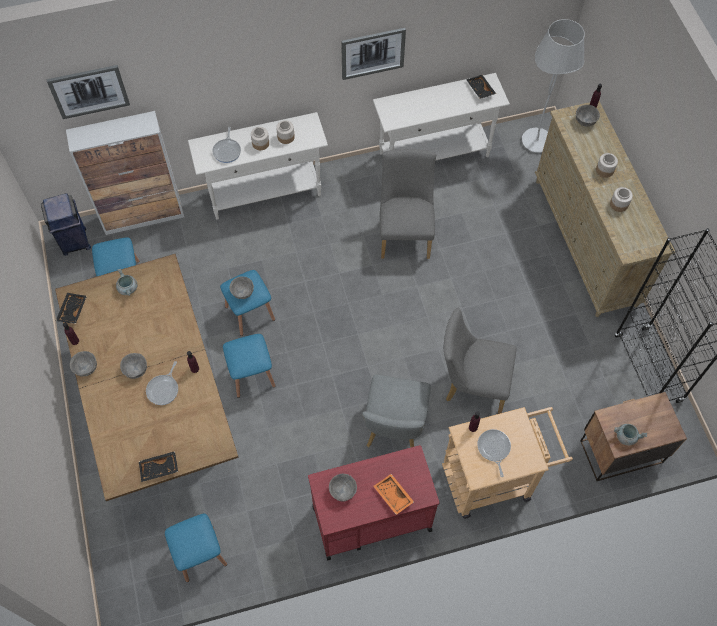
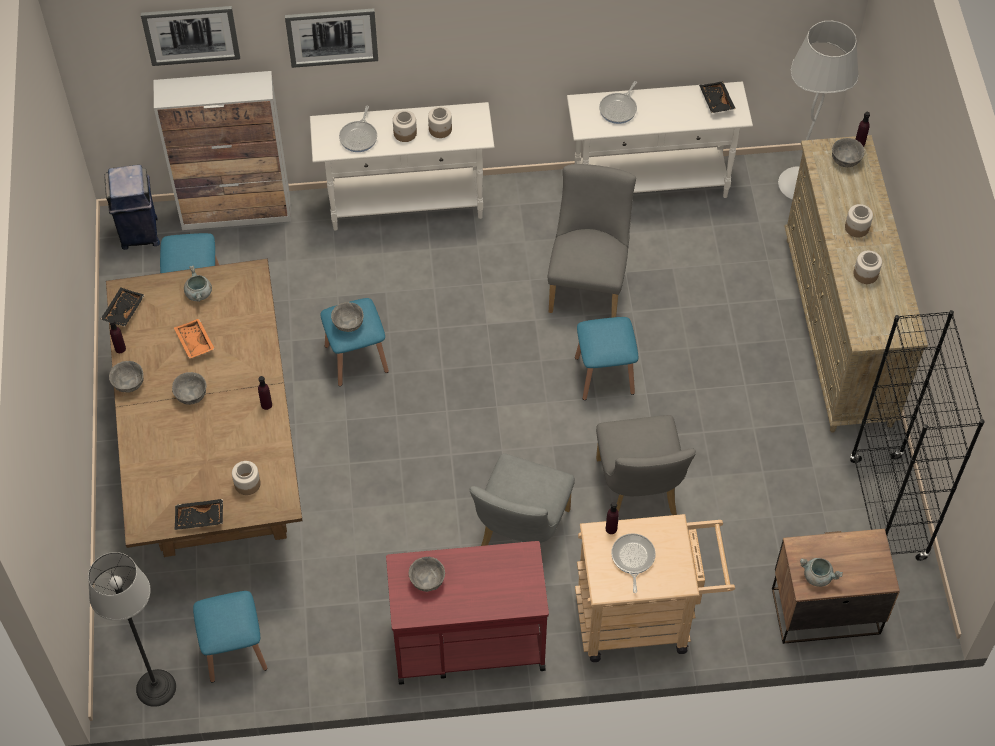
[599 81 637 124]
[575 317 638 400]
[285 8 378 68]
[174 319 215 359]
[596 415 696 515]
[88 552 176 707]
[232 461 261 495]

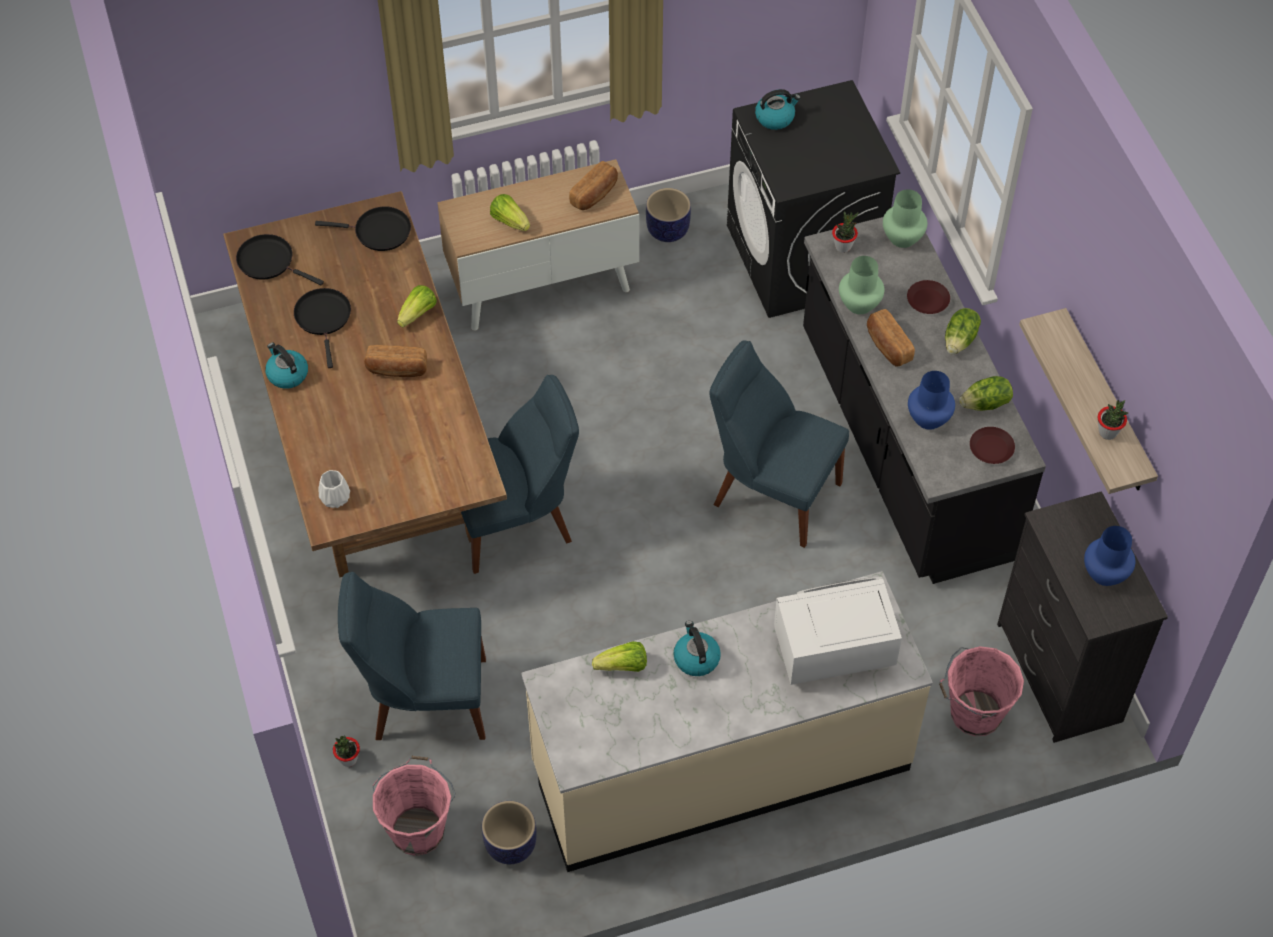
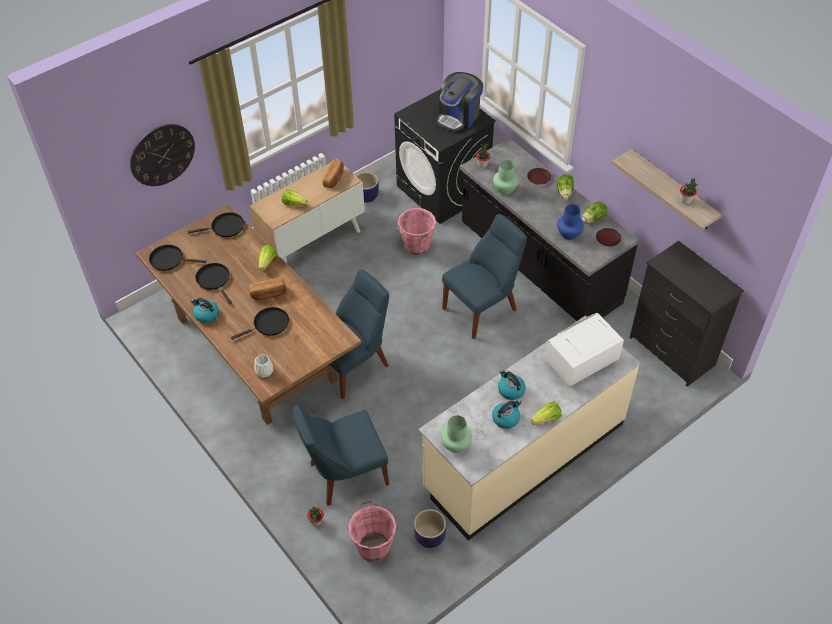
[531 402 561 425]
[442 214 527 339]
[492 400 521 429]
[867 309 915 367] (first image)
[441 415 472 453]
[396 208 436 256]
[1084 526 1135 586] (first image)
[130 124 195 186]
[231 307 289 340]
[437 72 483 132]

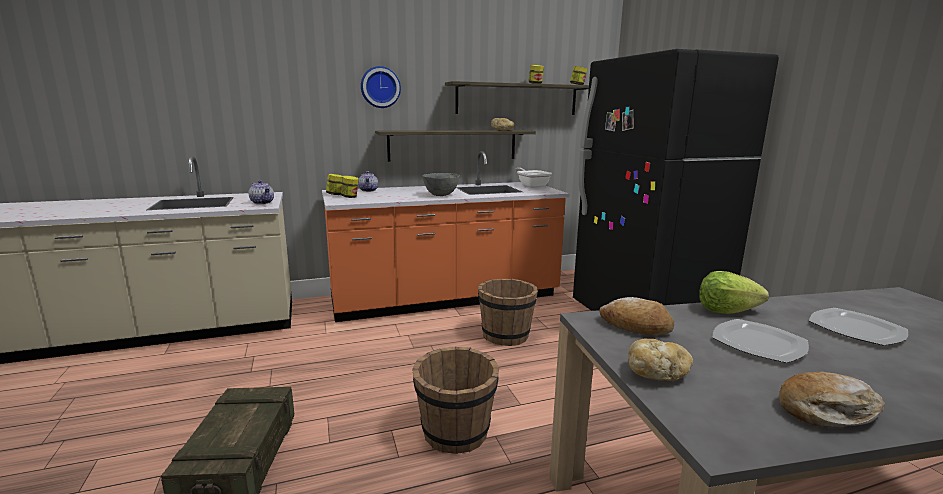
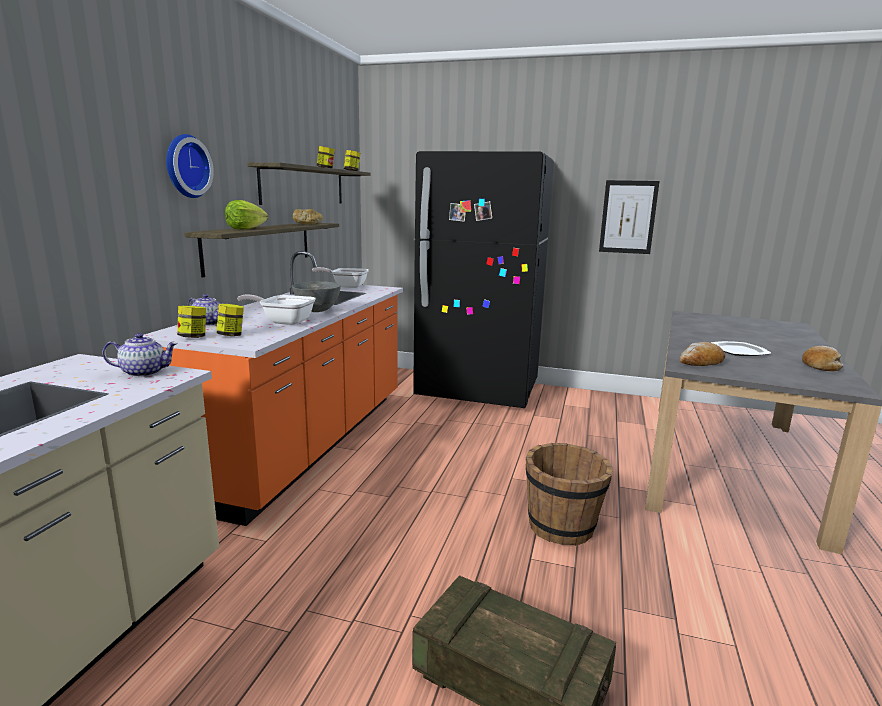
[478 279 538 346] (first image)
[628 339 693 381] (first image)
[225 200 268 230]
[809 308 908 346] (first image)
[237 294 316 325]
[599 180 660 254]

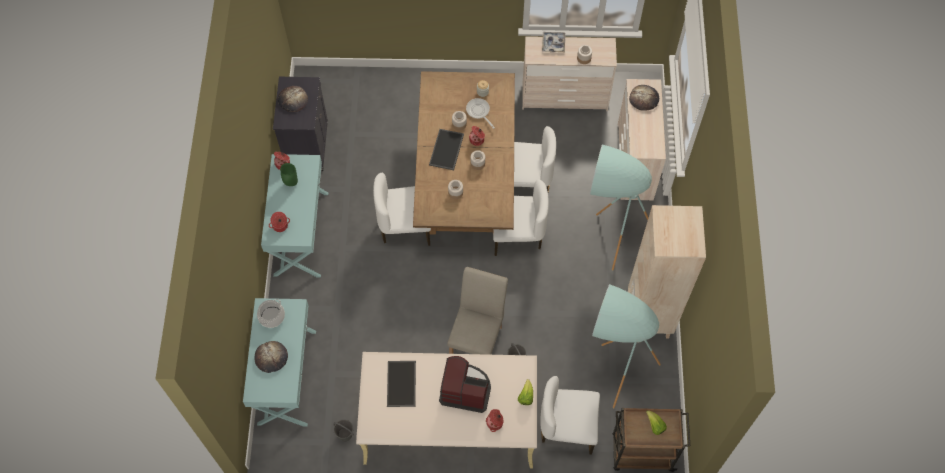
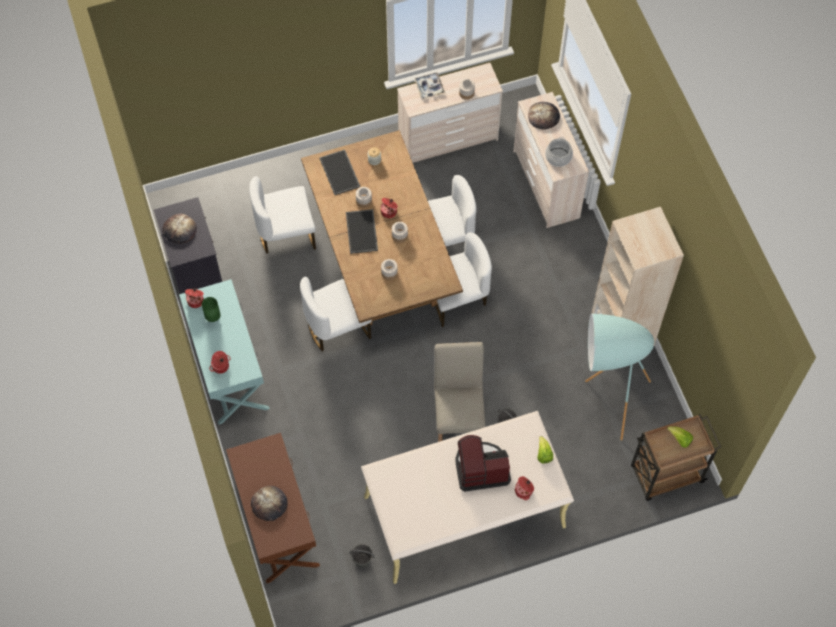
[226 433 320 583]
[545 137 573 167]
[319 150 360 195]
[466 98 495 129] (first image)
[249 176 316 253]
[590 144 652 271] (first image)

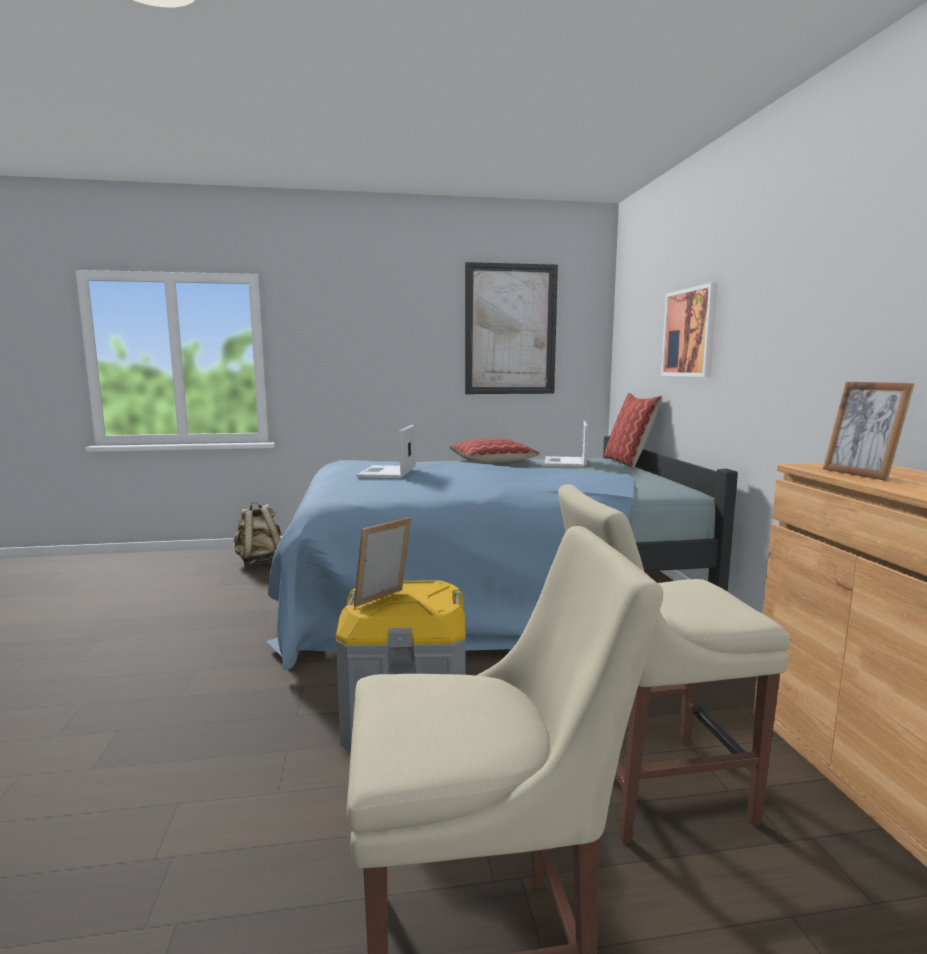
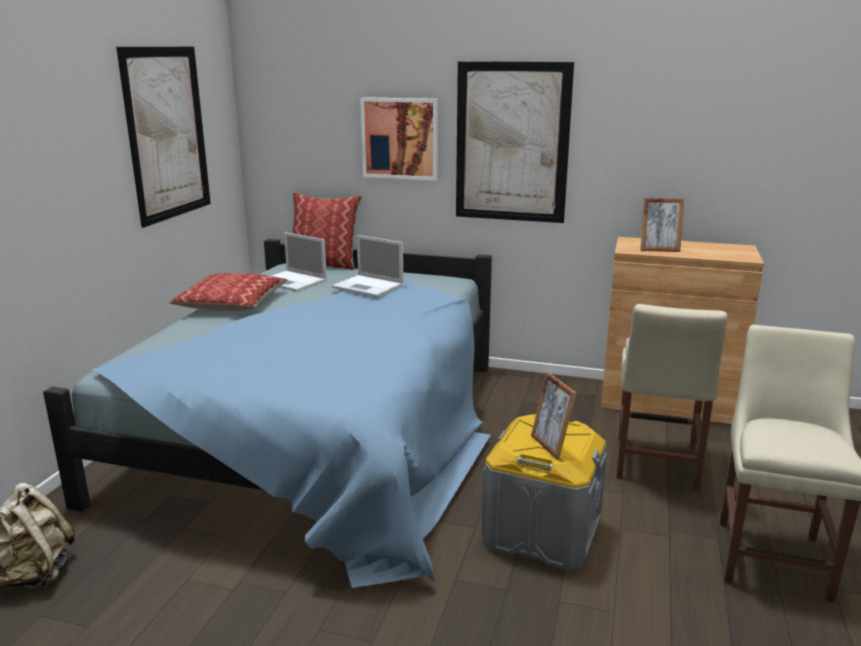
[332 235 403 297]
[456 61 574 223]

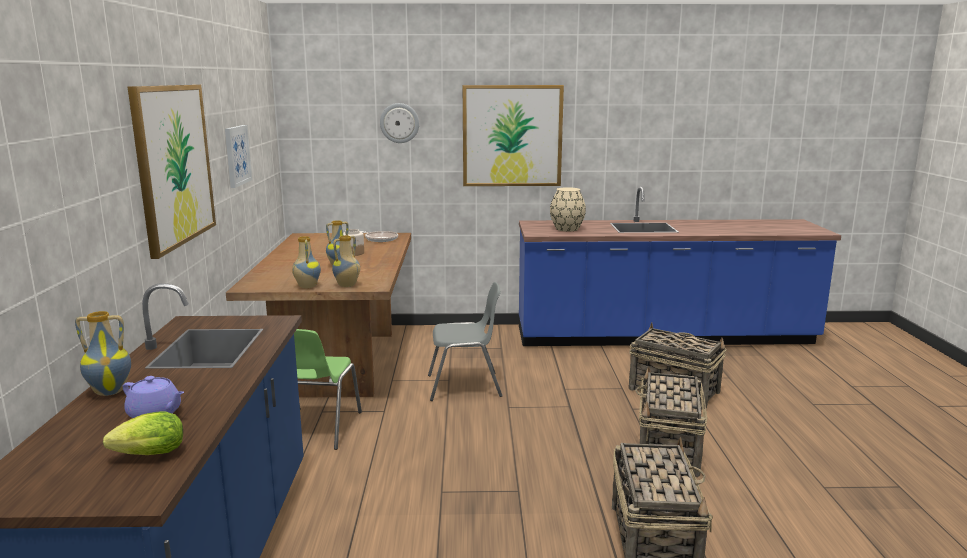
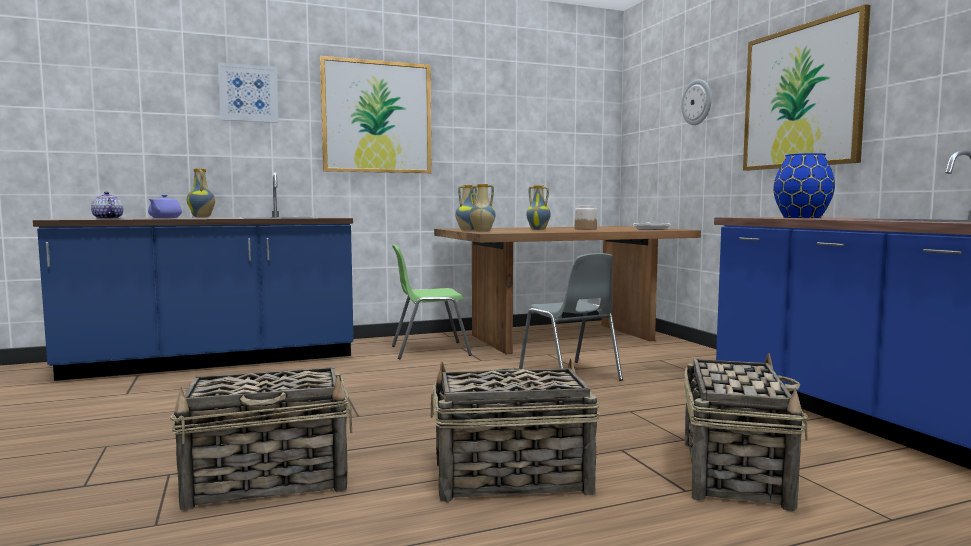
[91 191 123 219]
[218 63 279 123]
[773 153 835 218]

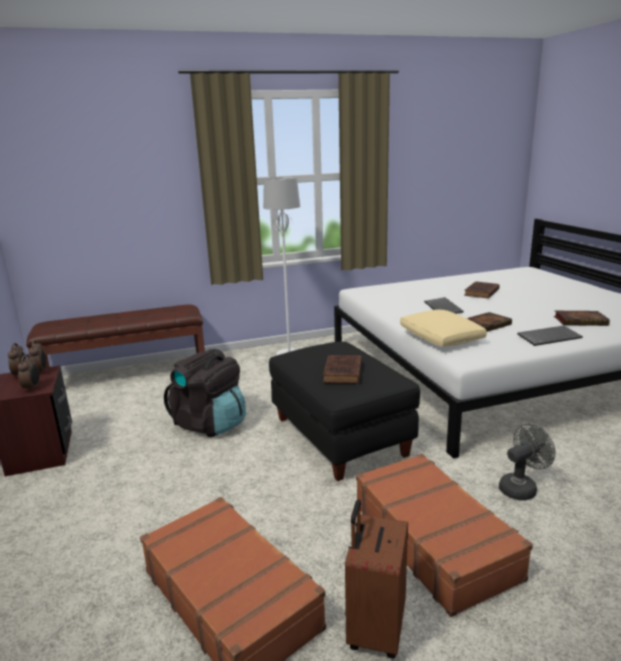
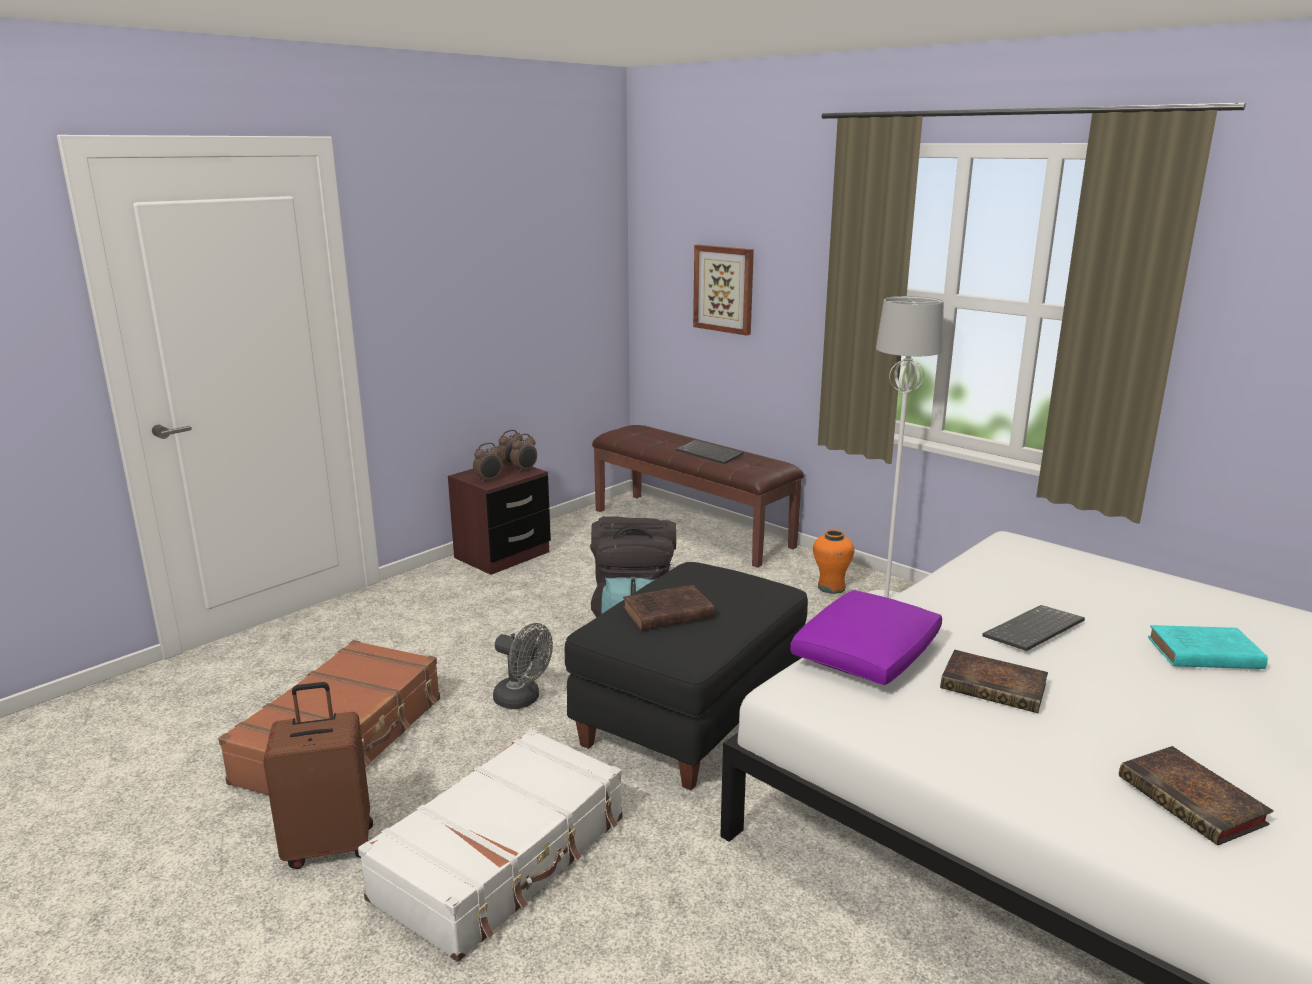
[358 729 622 962]
[790 590 942 685]
[1148 625 1268 669]
[493 623 553 709]
[676 439 744 464]
[693 245 754 336]
[813 530 854 594]

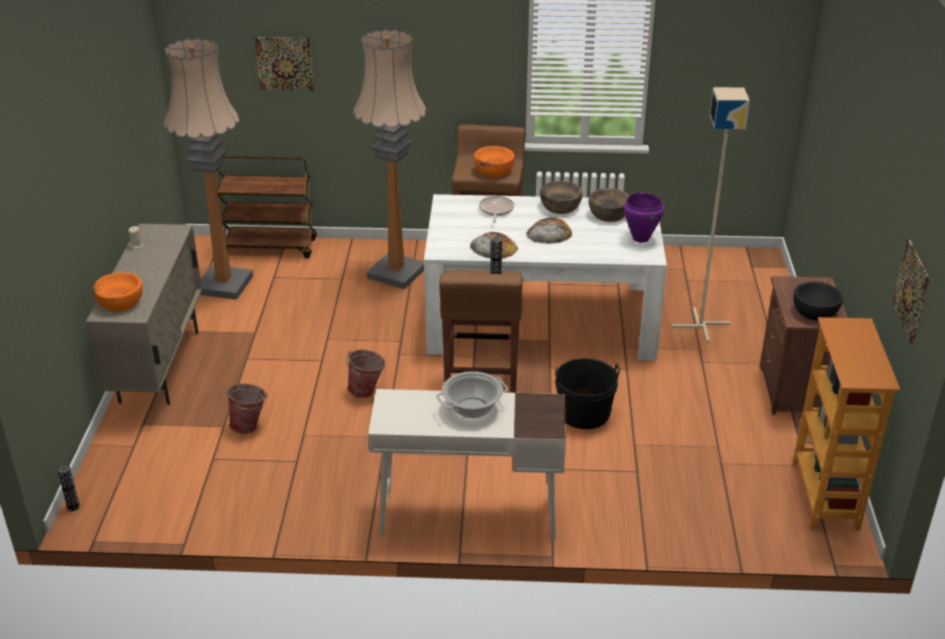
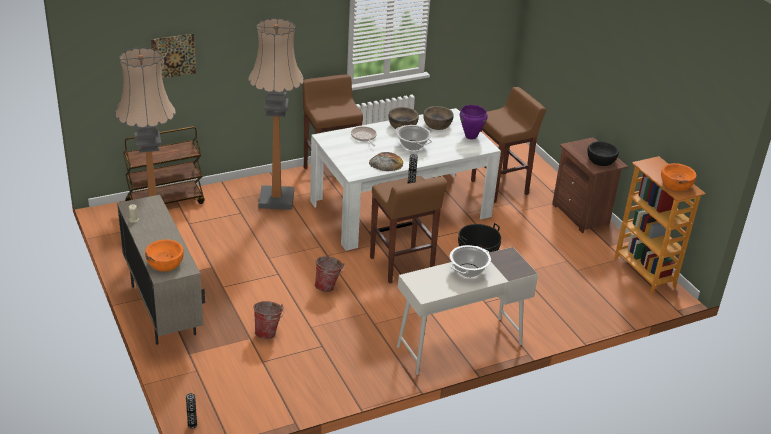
[661 163 697 191]
[395 125 432 150]
[471 87 546 203]
[893 238 930 344] (first image)

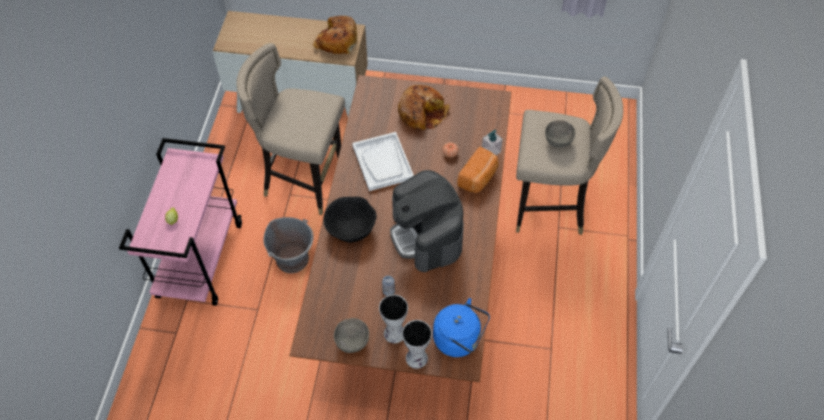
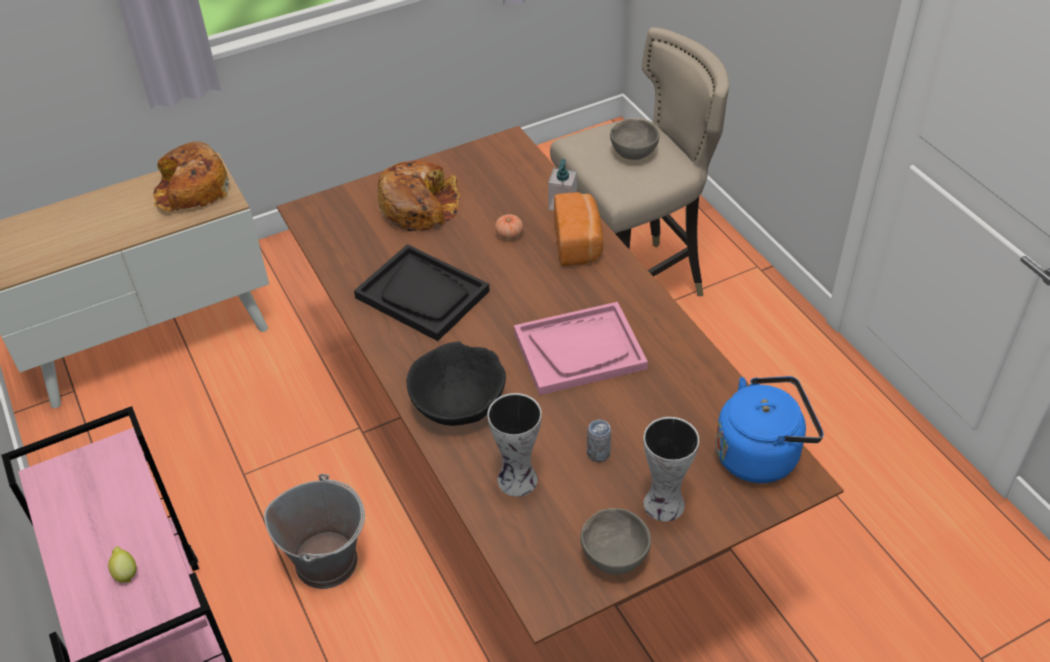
[236 43 345 215] (first image)
[354 244 490 341]
[514 302 648 395]
[487 393 542 497]

